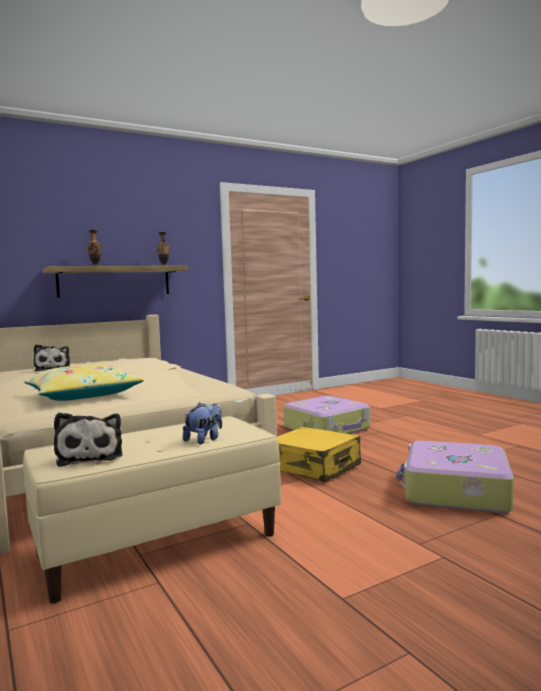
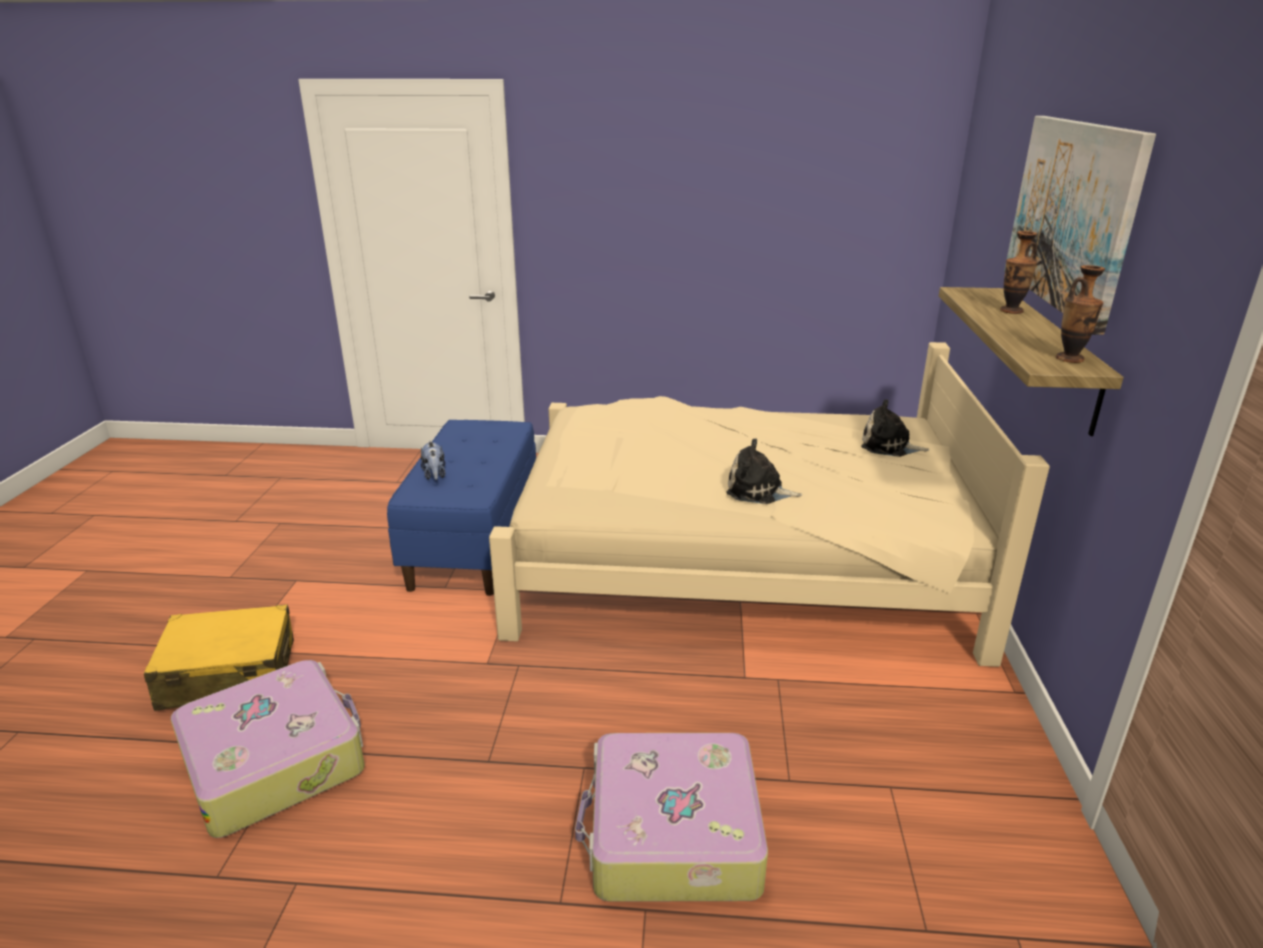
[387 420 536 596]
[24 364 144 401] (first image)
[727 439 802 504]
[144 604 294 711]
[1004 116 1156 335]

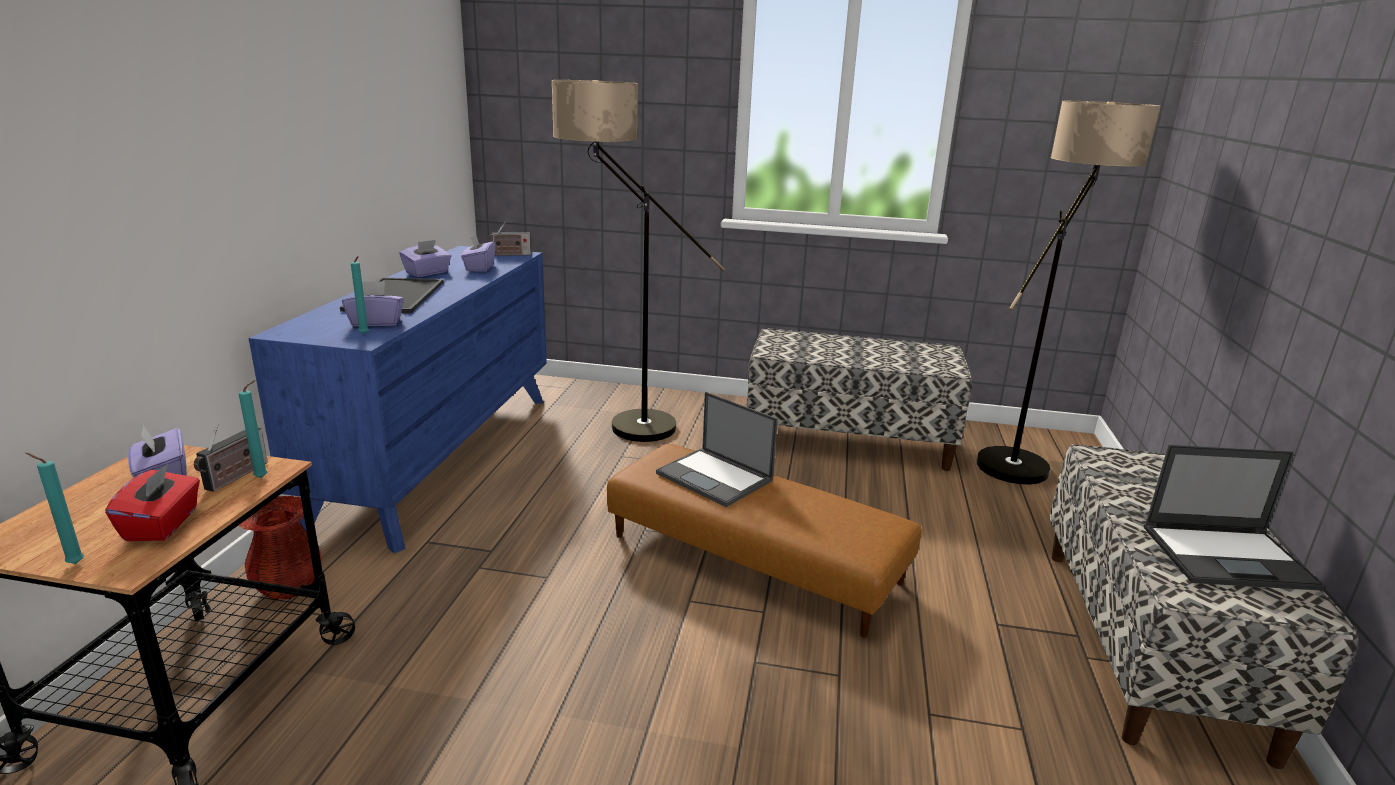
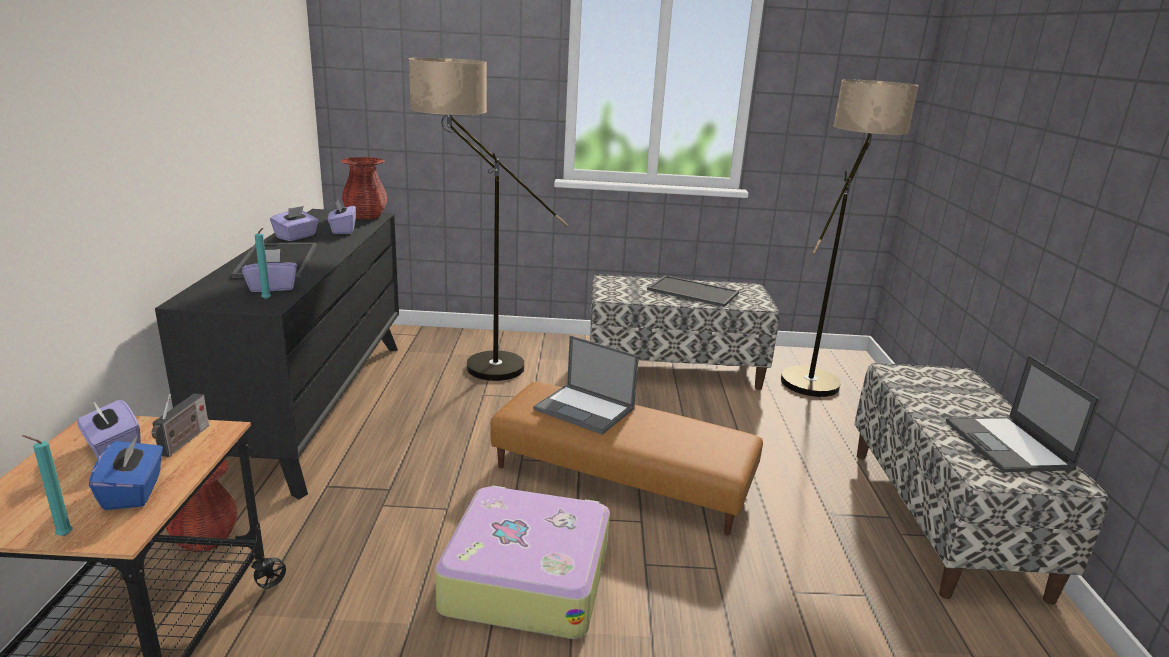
[89 435 163 510]
[239 380 268 478] (first image)
[155 209 399 499]
[340 157 387 219]
[946 355 1100 472]
[435 485 610 639]
[647 275 739 307]

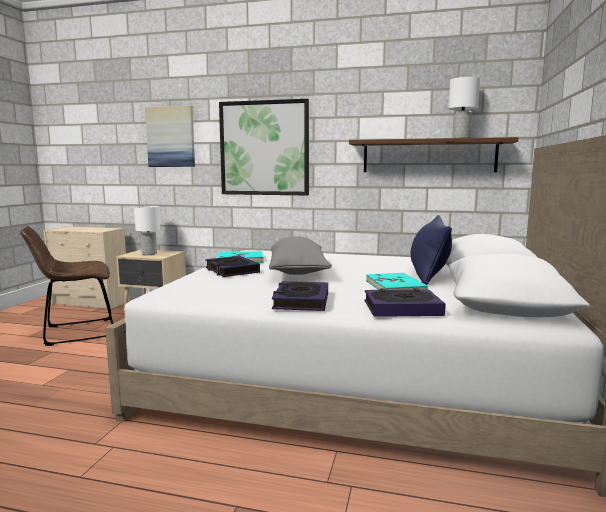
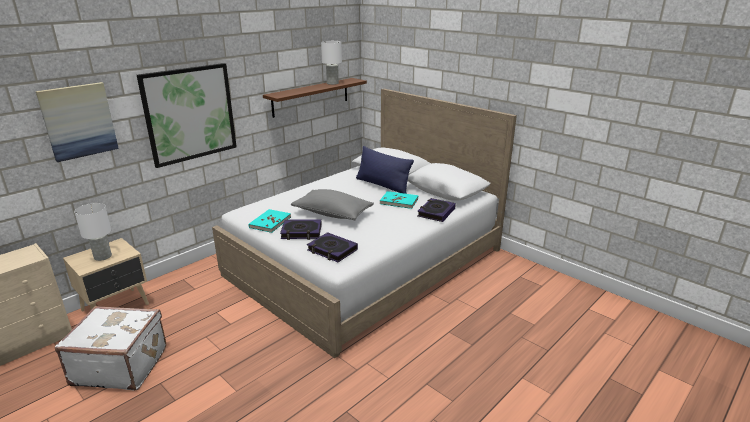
[55 306 166 391]
[307 232 358 262]

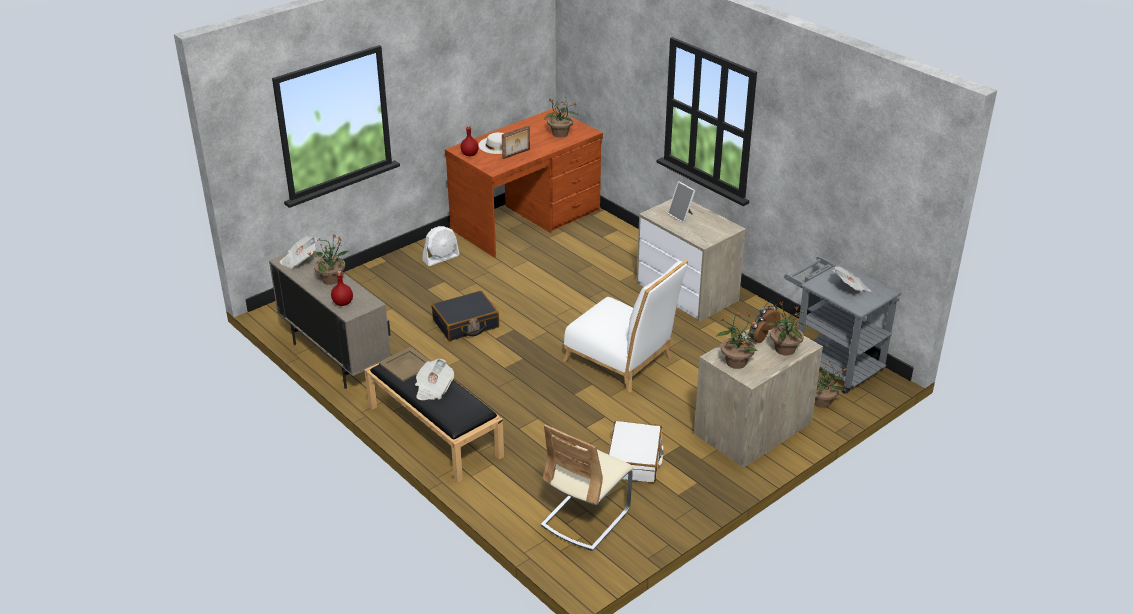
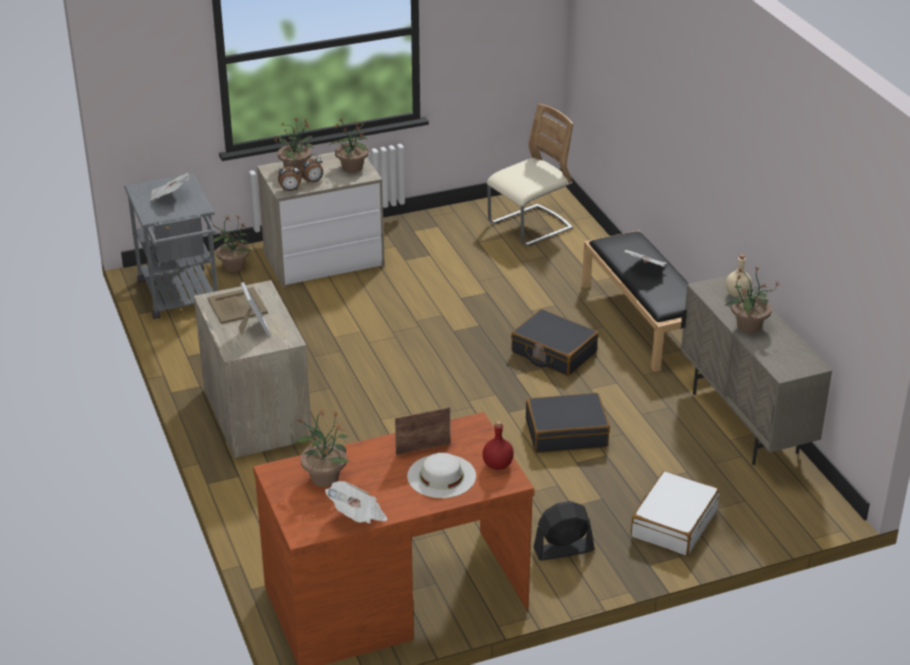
[325 481 388 524]
[726 254 752 297]
[207 287 268 324]
[533 501 594 561]
[563 260 688 392] (first image)
[631 471 719 556]
[511 309 598 376]

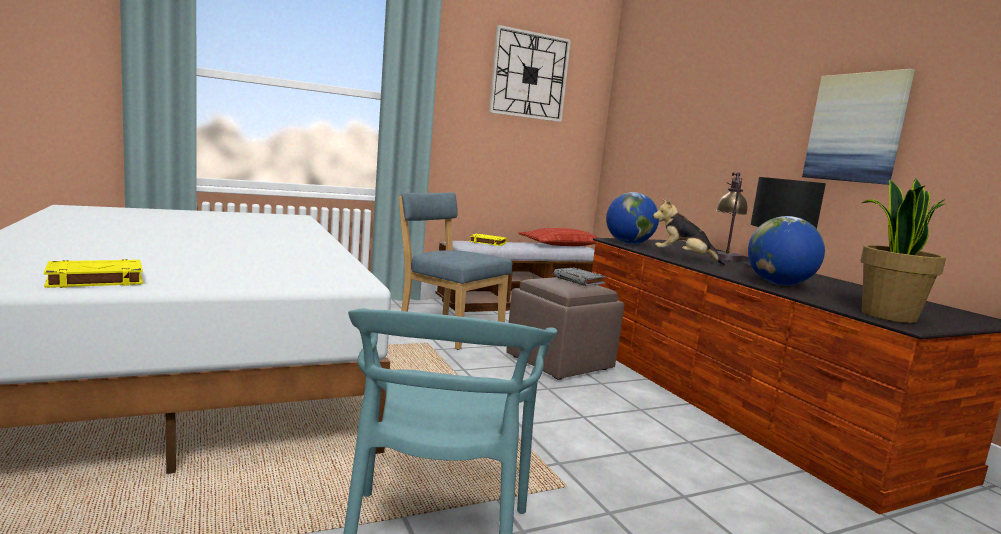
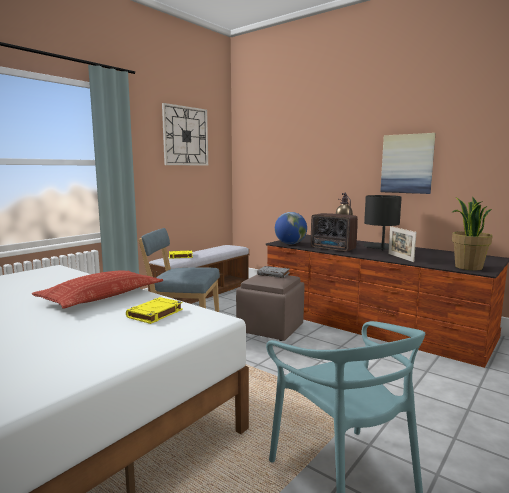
[126 297 183 324]
[32 270 163 309]
[311 213 358 252]
[388 226 416 262]

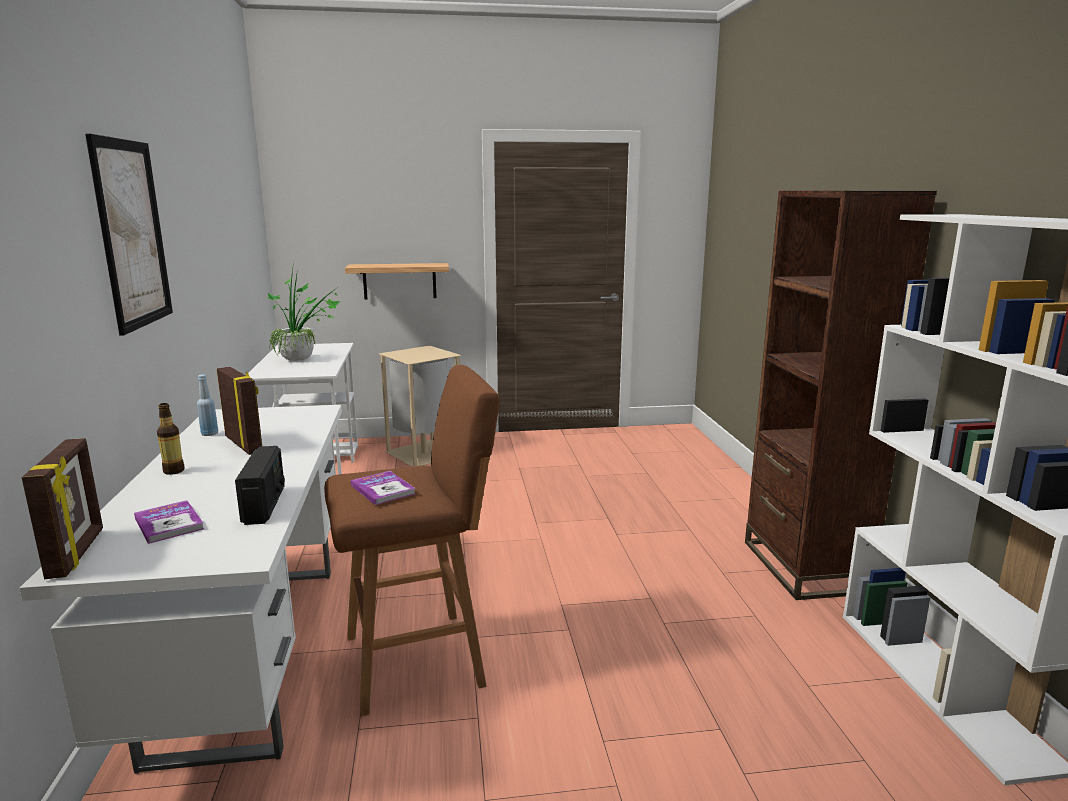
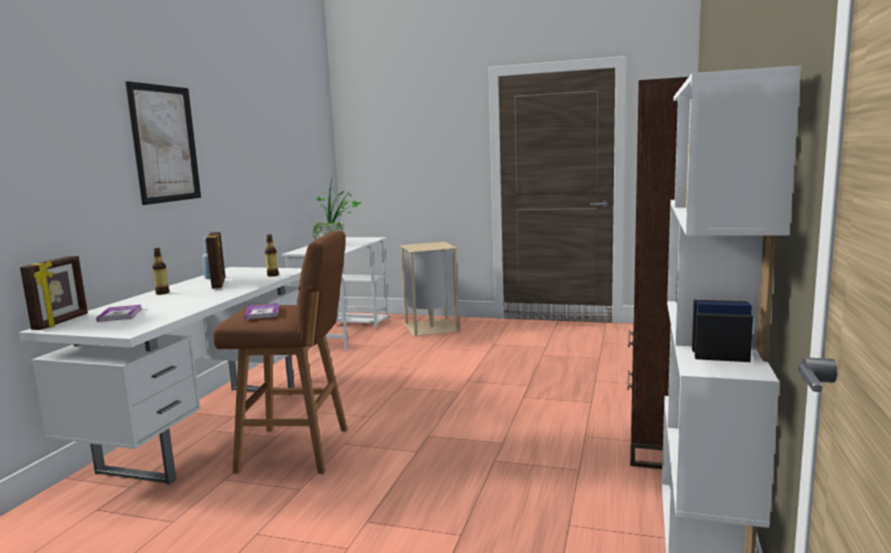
[235 446 285 525] (first image)
[345 263 449 299] (first image)
[265 234 279 277]

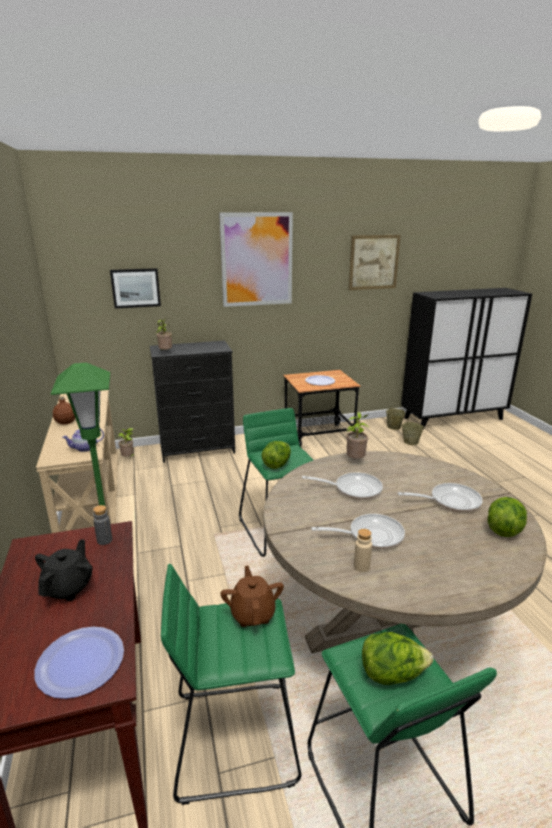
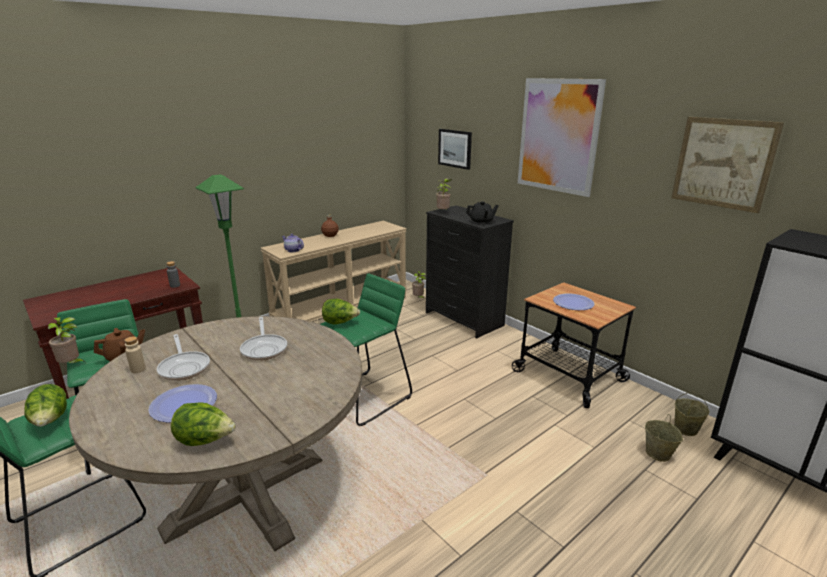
[148 384 217 422]
[466 201 499 225]
[48 317 86 363]
[398 483 482 512] (first image)

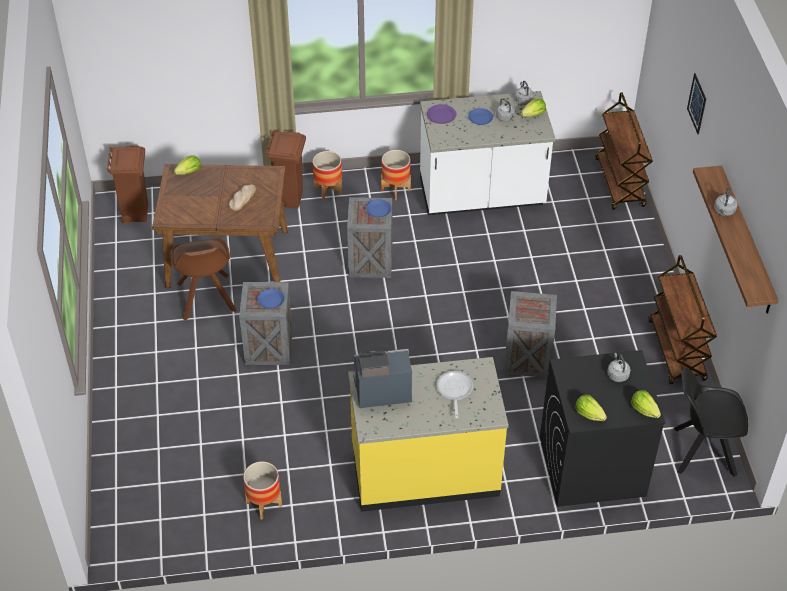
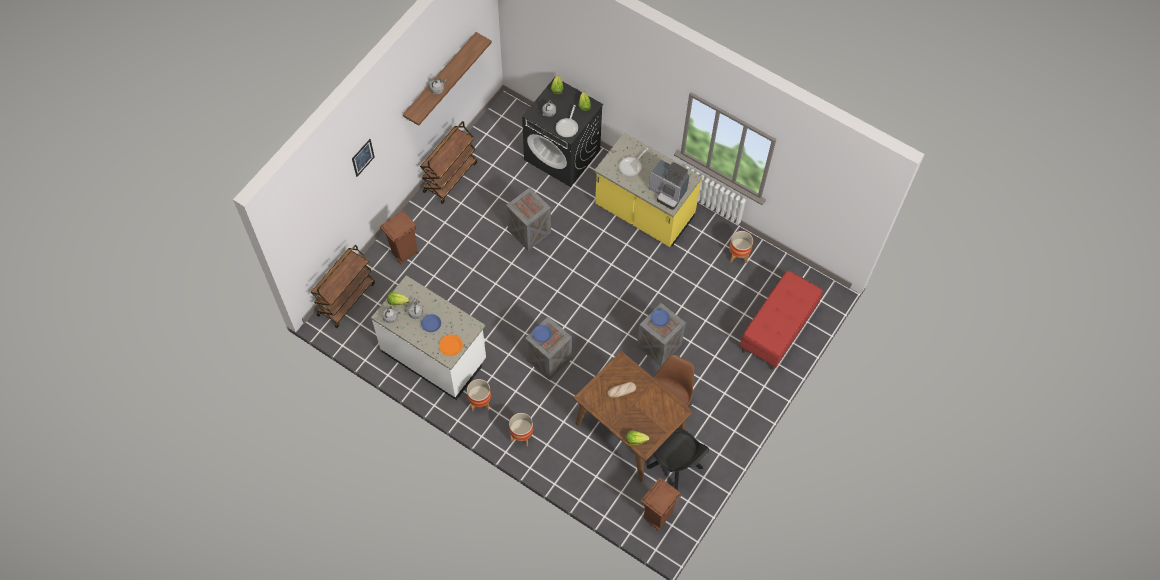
[380 211 419 265]
[439 334 463 356]
[647 428 709 490]
[556 105 578 137]
[740 270 823 370]

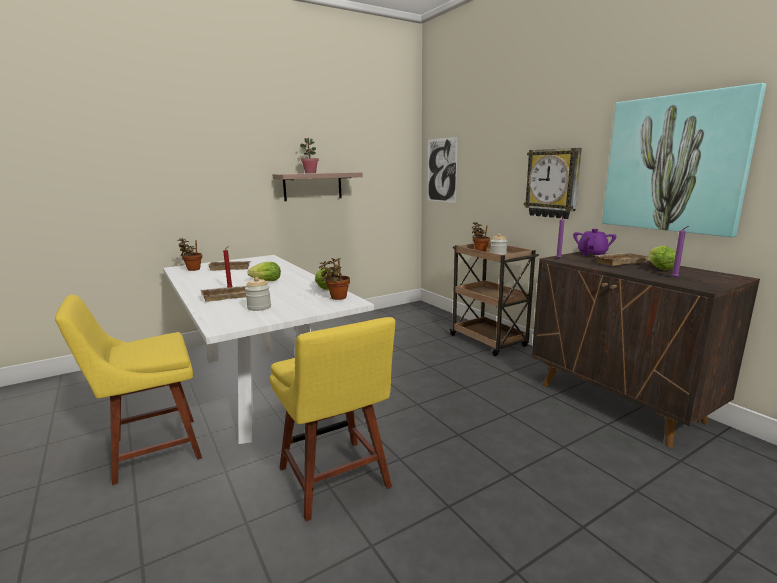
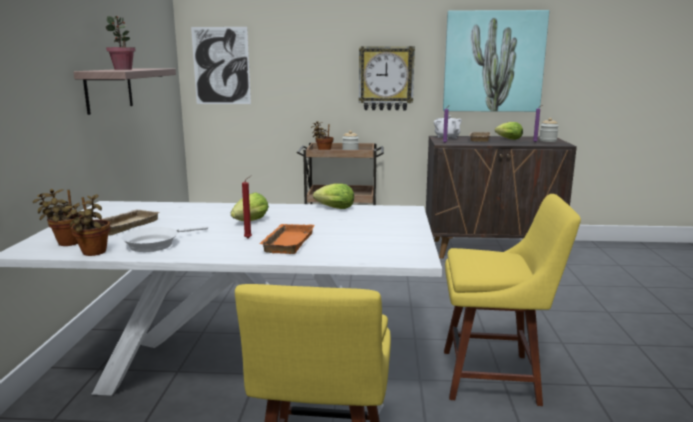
[260 224 314 254]
[539 118 558 142]
[65 194 110 256]
[434 115 462 139]
[122 226 208 252]

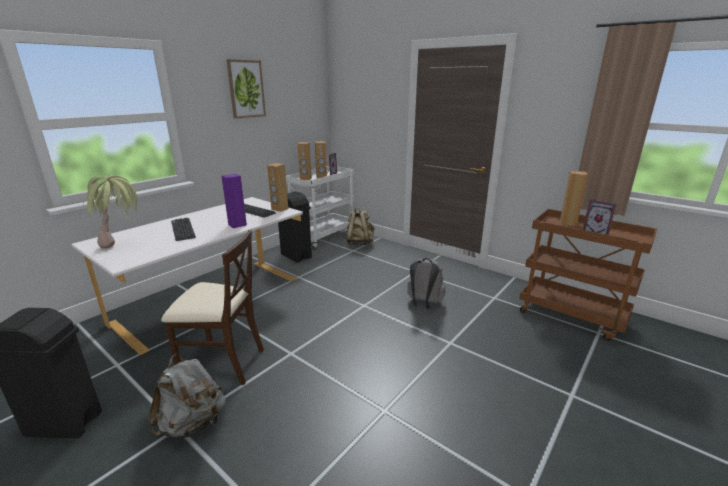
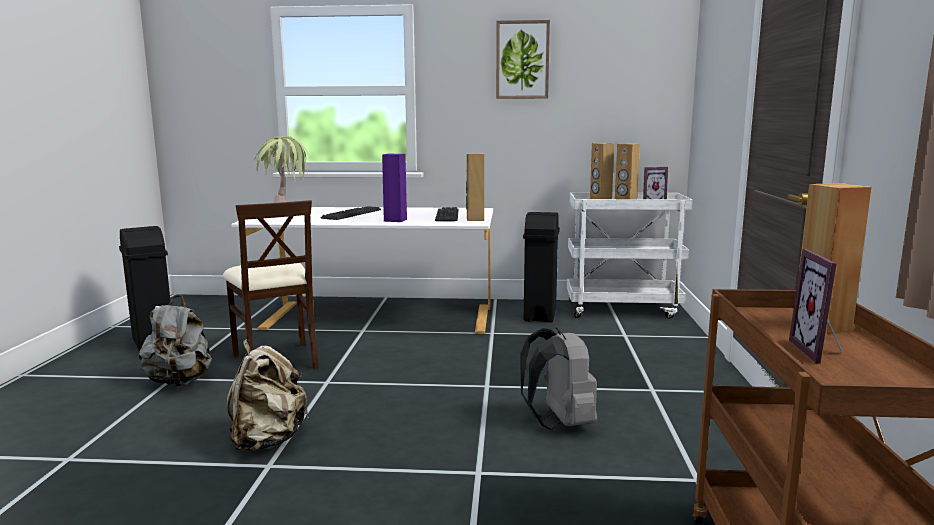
[226 339 309 452]

